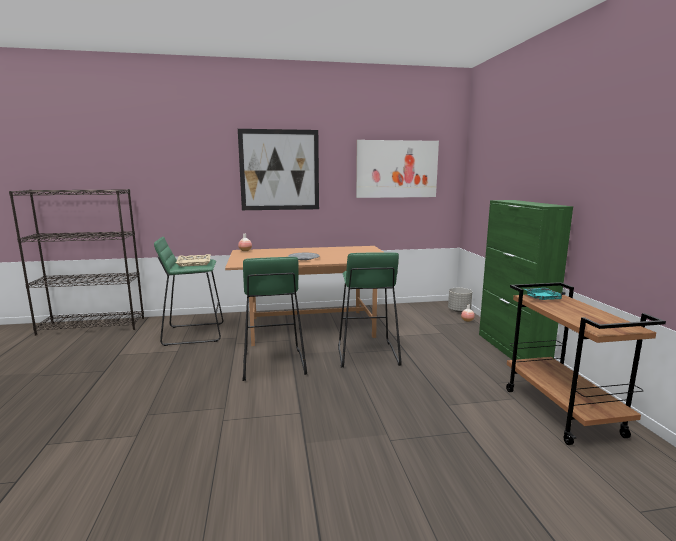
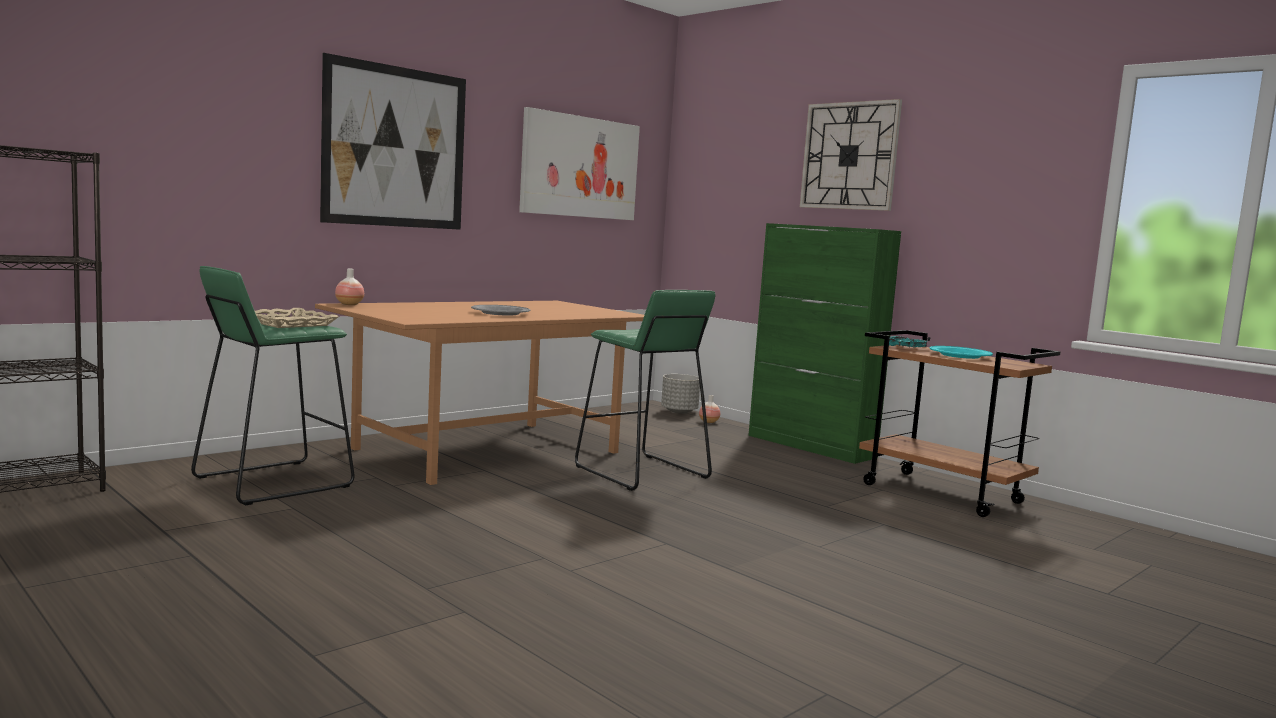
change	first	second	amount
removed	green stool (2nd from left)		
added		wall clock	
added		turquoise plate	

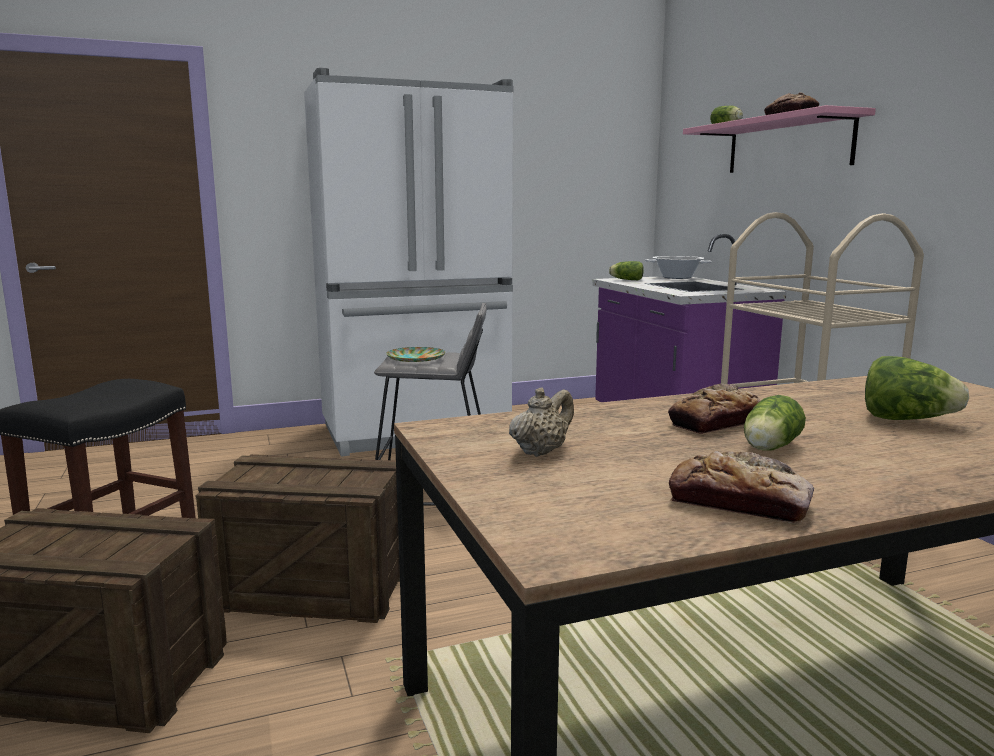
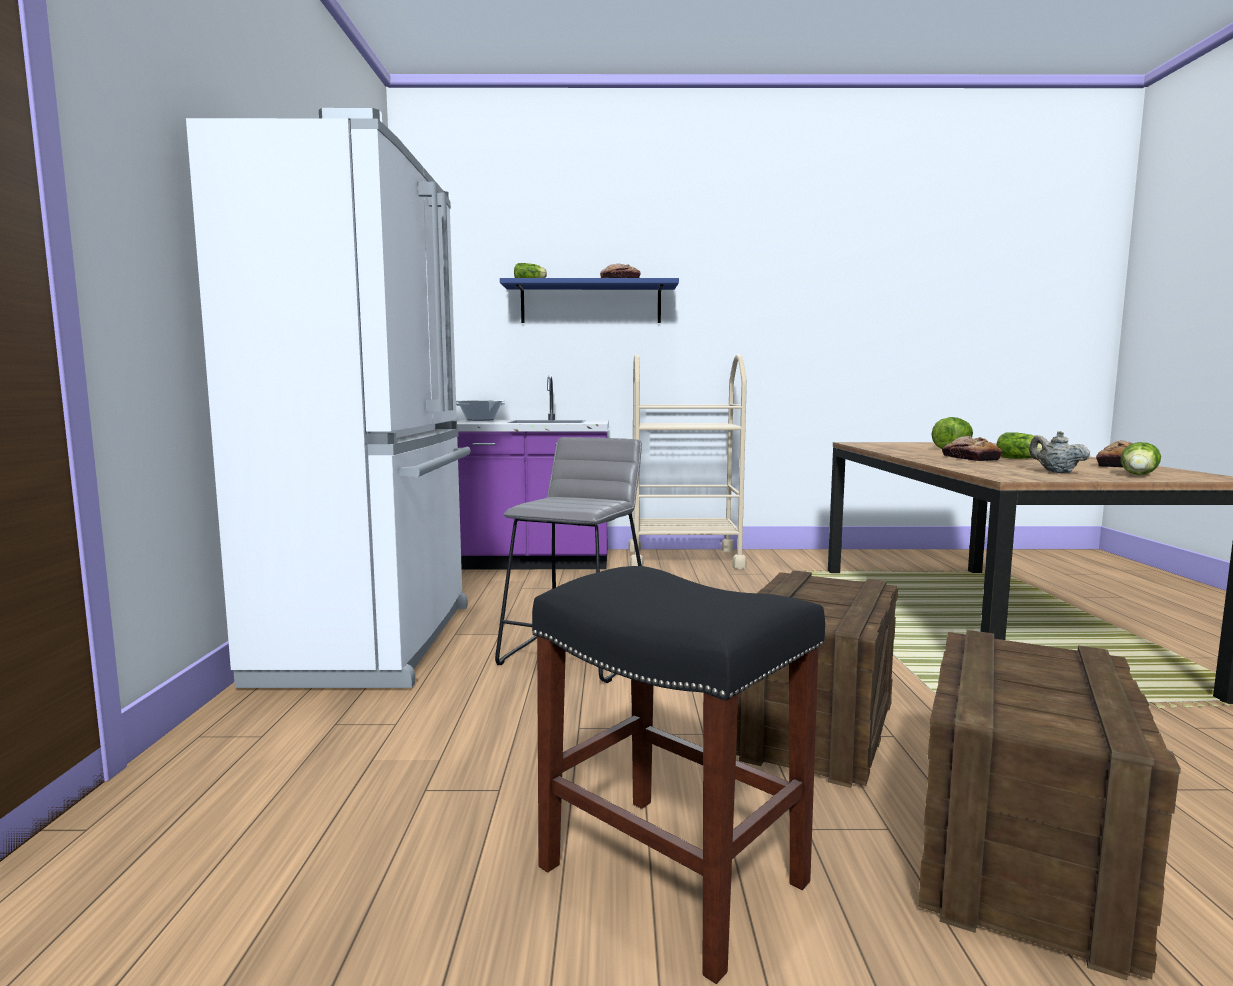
change	first	second	amount
removed	plate		
moved	lettuce (1st from left in the first image)	lettuce (4th from left)	
recoloured	pink shelf	blue shelf	

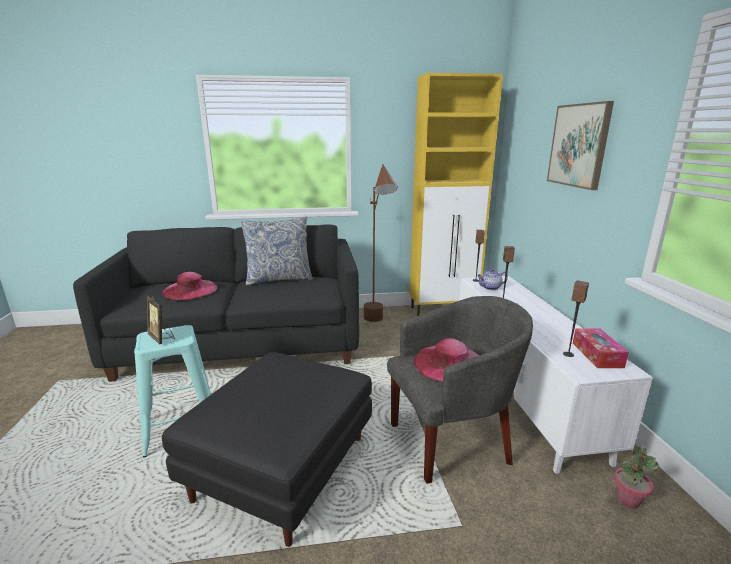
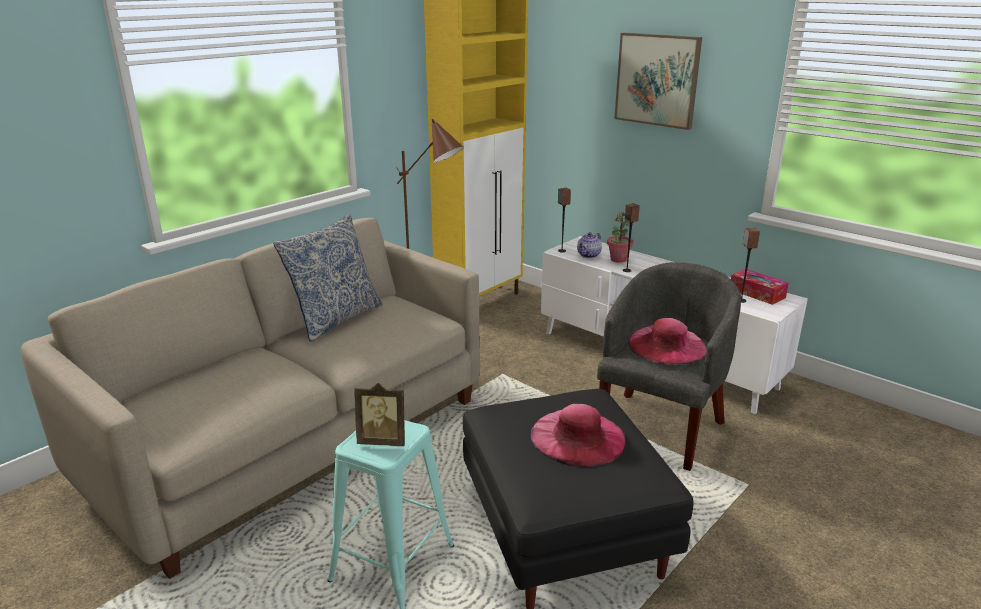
change	first	second	amount
recoloured	black sofa	beige sofa	
moved	pink hat (1st from left)		
moved	potted plant		

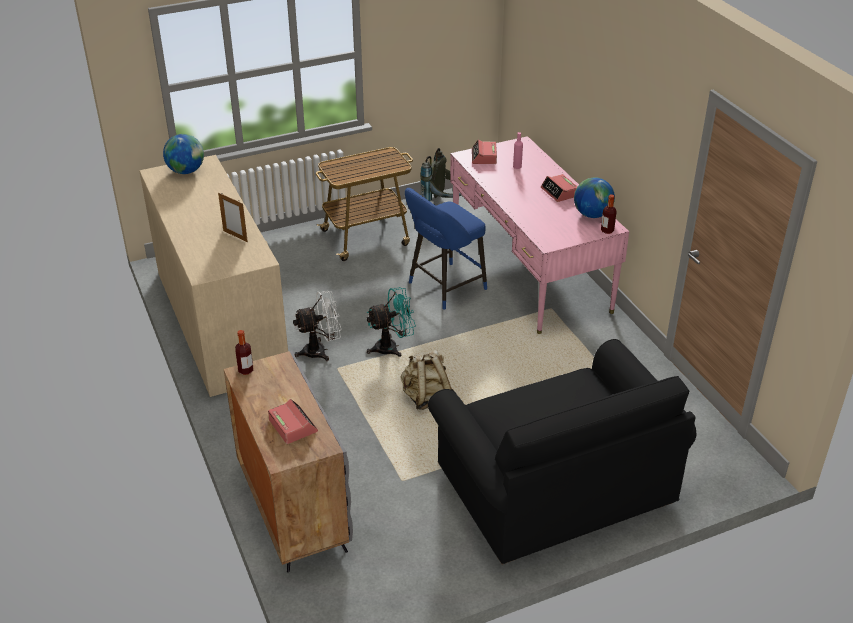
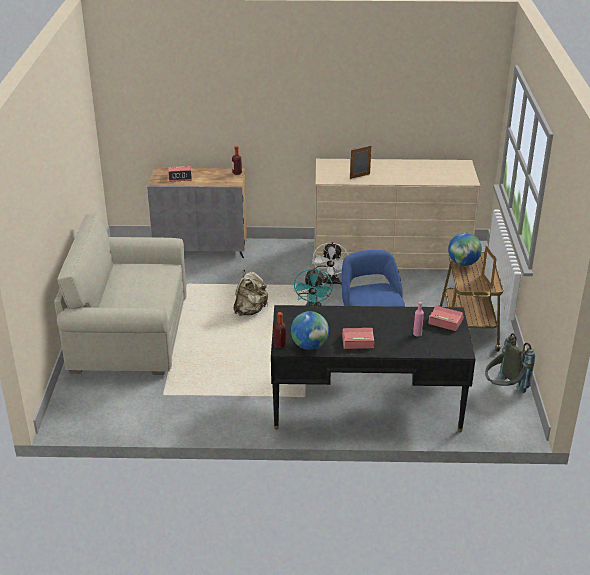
change	first	second	amount
moved	globe (1st from left in the first image)	globe (2nd from left)	
recoloured	black sofa	beige sofa	
recoloured	pink desk	black desk	
added		picture frame (2nd from left)	

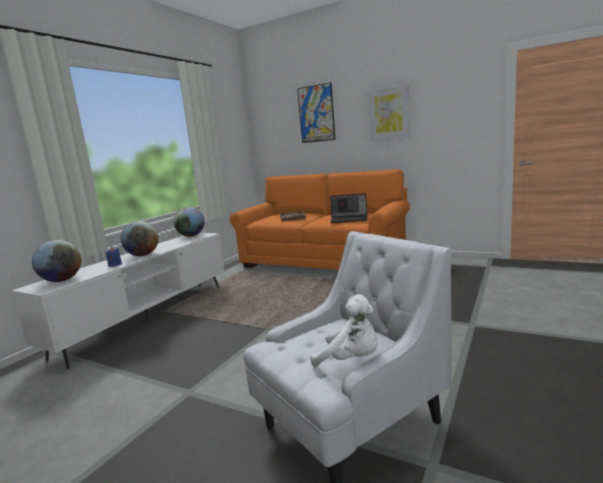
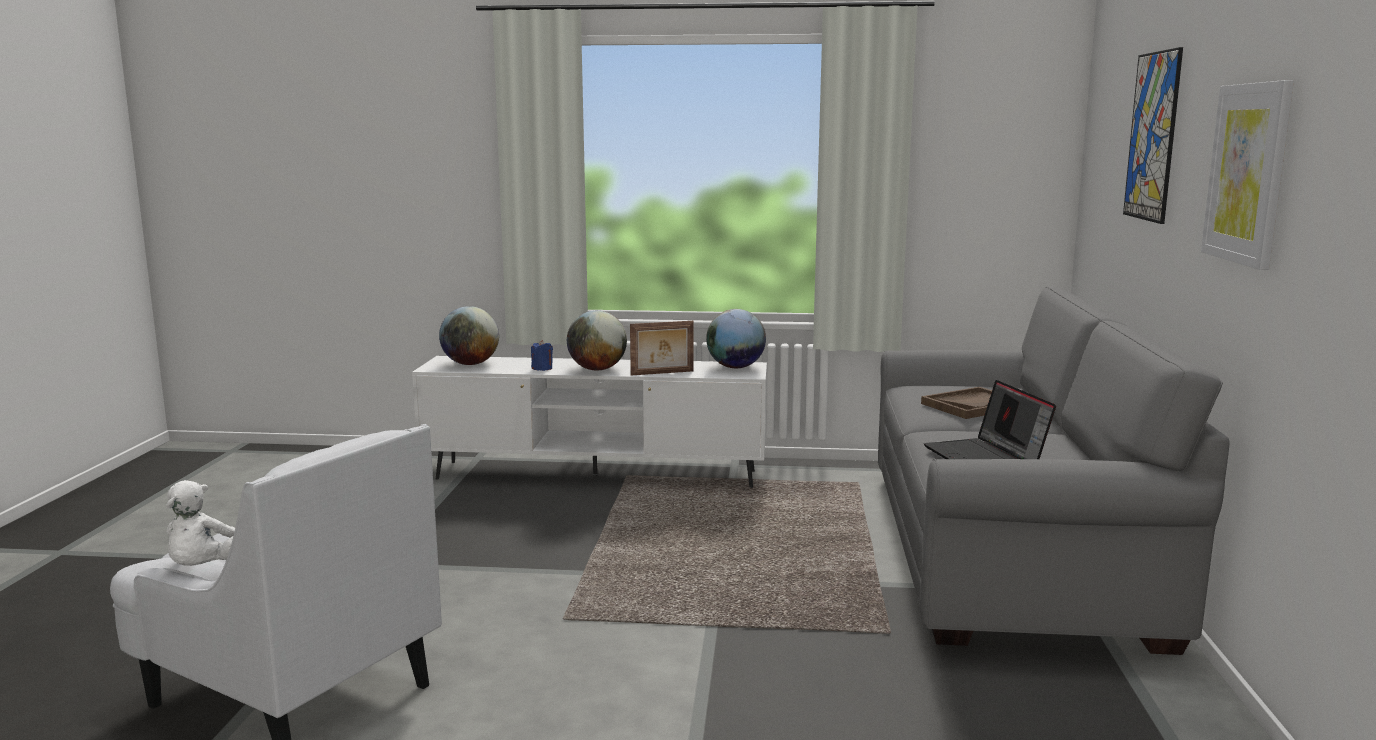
change	first	second	amount
recoloured	orange sofa	grey sofa	
added		picture frame	

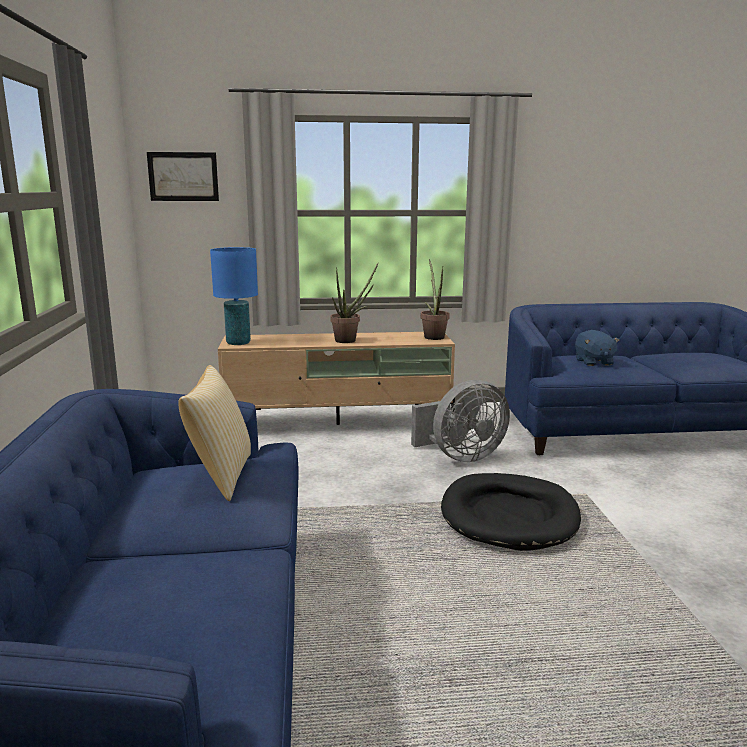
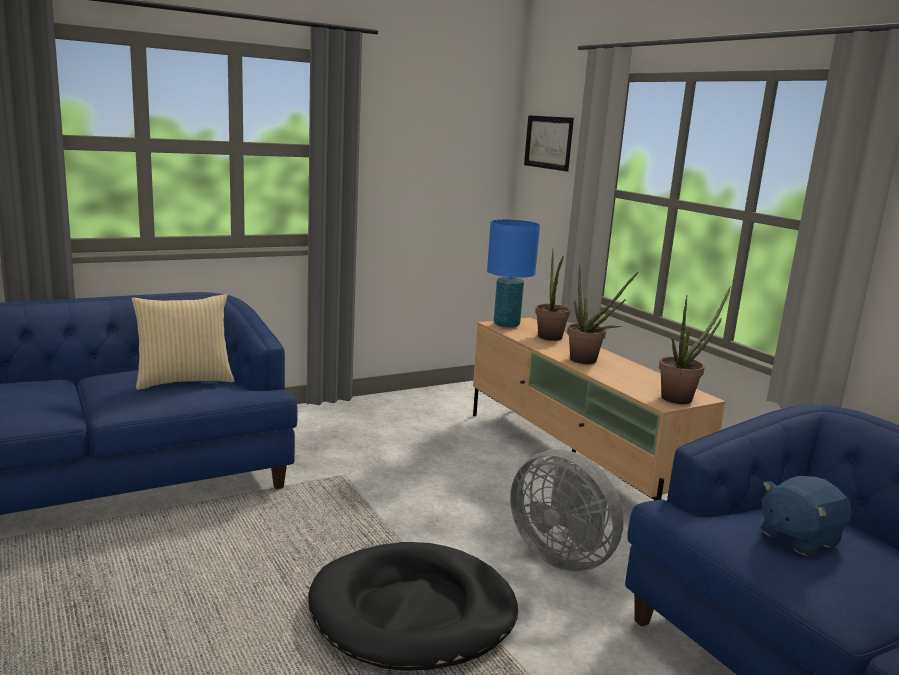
change	first	second	amount
added		potted plant (1st from left)	

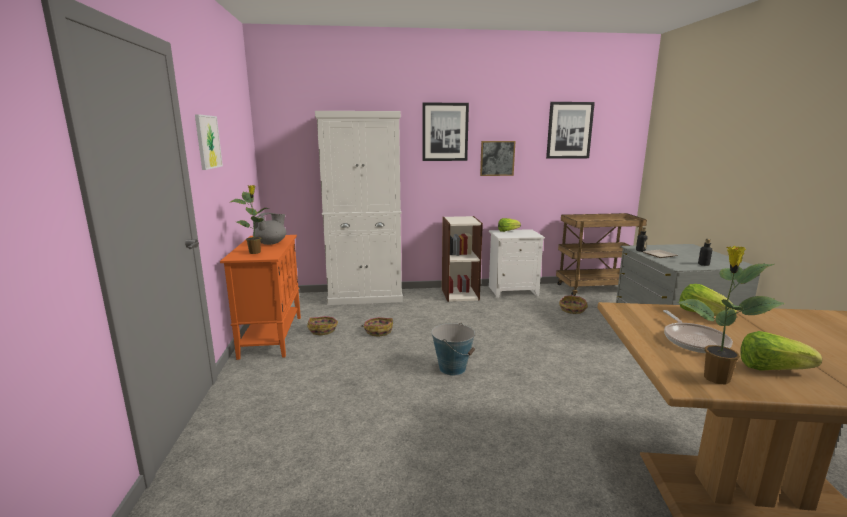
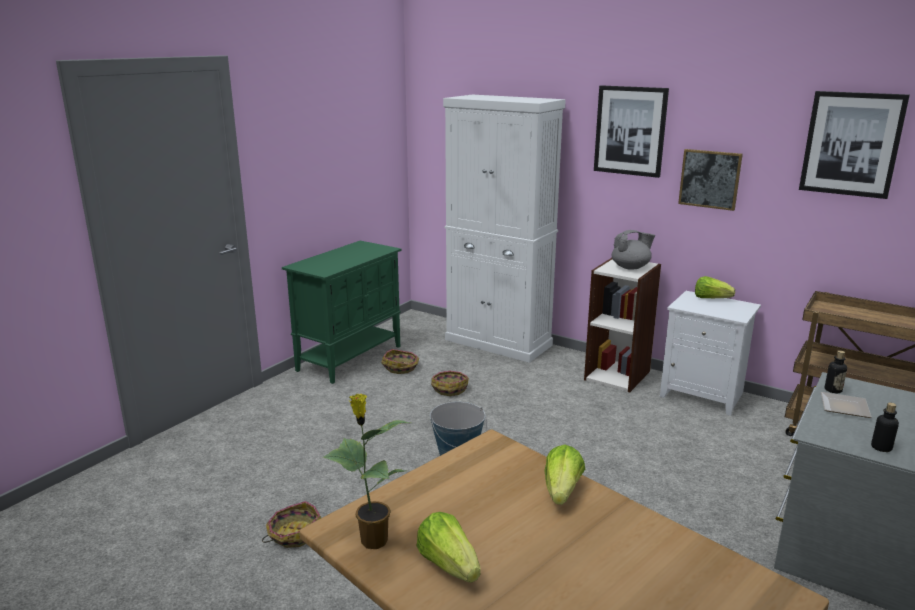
change	first	second	amount
removed	picture (1st from left)		
recoloured	orange cabinet	green cabinet	
removed	potted plant (1st from left)		
moved	grey teapot		
moved	basket (3rd from left in the first image)	basket (1st from left)	
removed	frying pan		

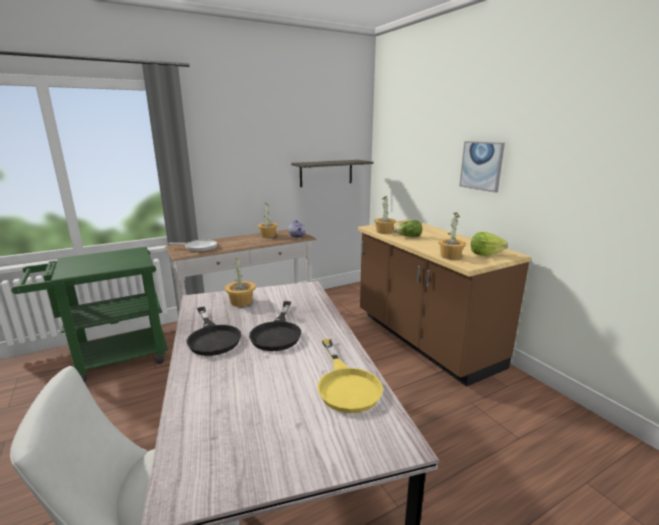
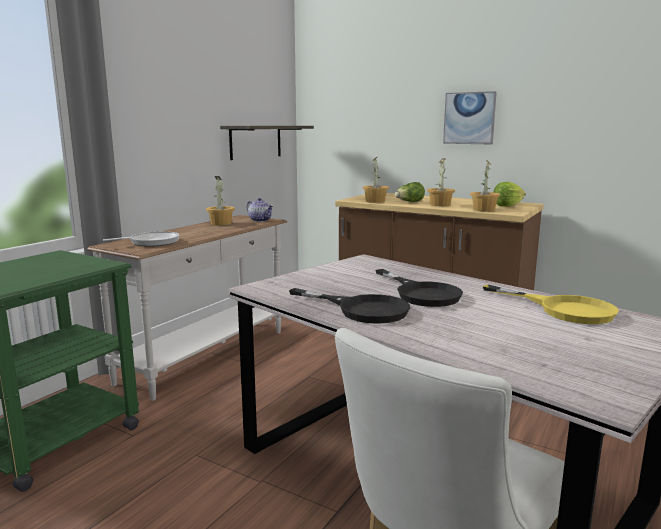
change	first	second	amount
moved	potted plant (1st from left in the first image)	potted plant (3rd from left)	

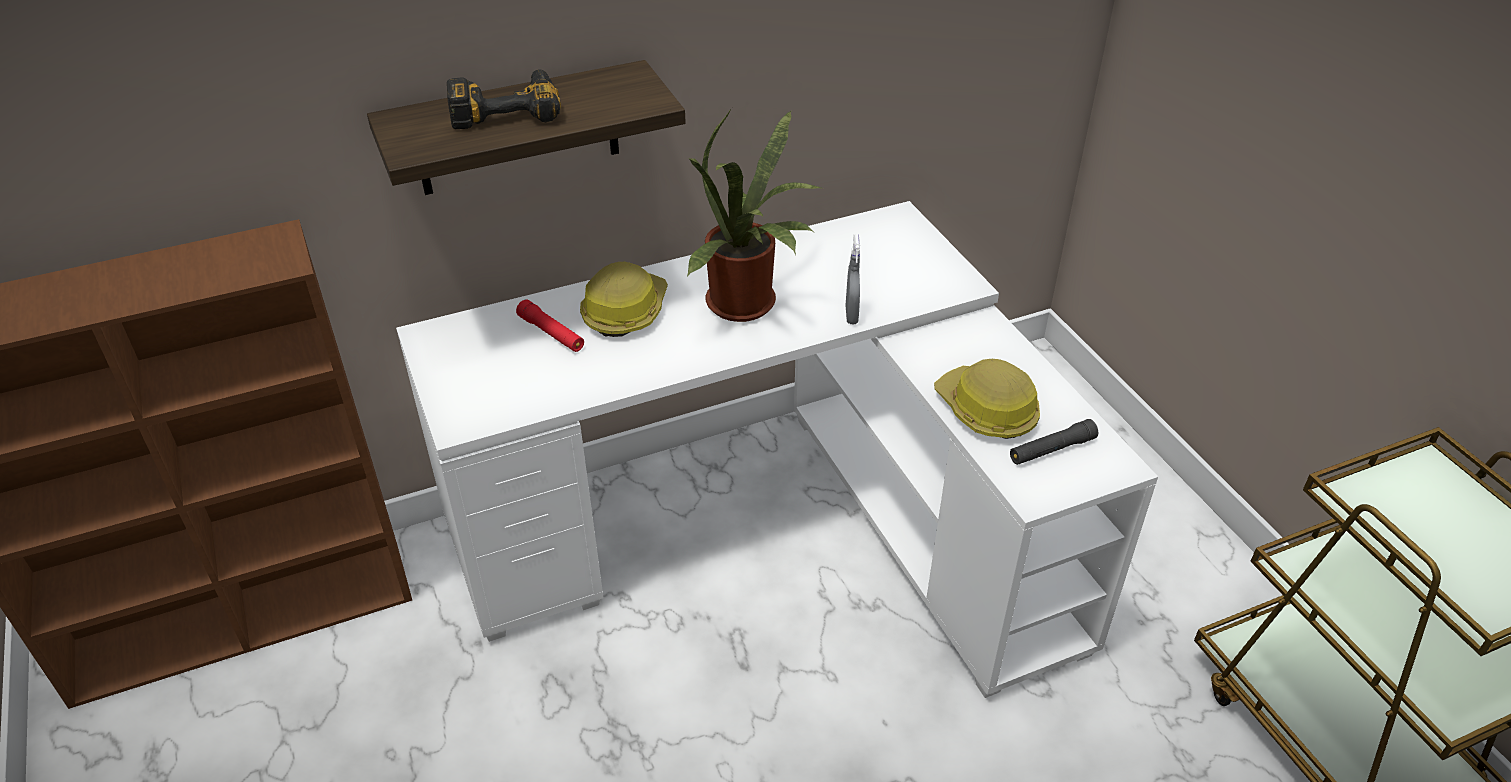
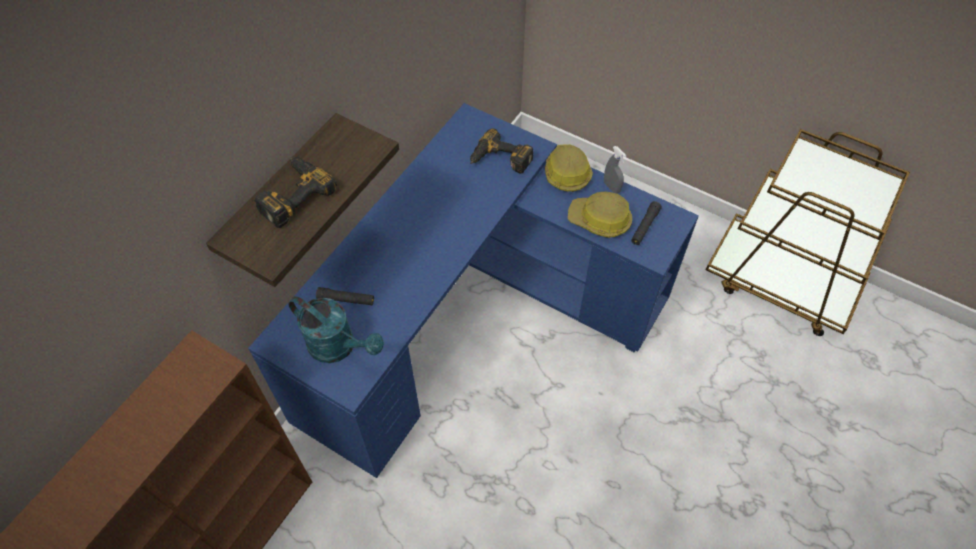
change	first	second	amount
recoloured	white desk	blue desk	
recoloured	red flashlight	black flashlight (1st from left)	
moved	hard hat (1st from left)		
removed	potted plant		
moved	grey spray bottle		
added		turquoise watering can	
added		power drill (2nd from left)	

